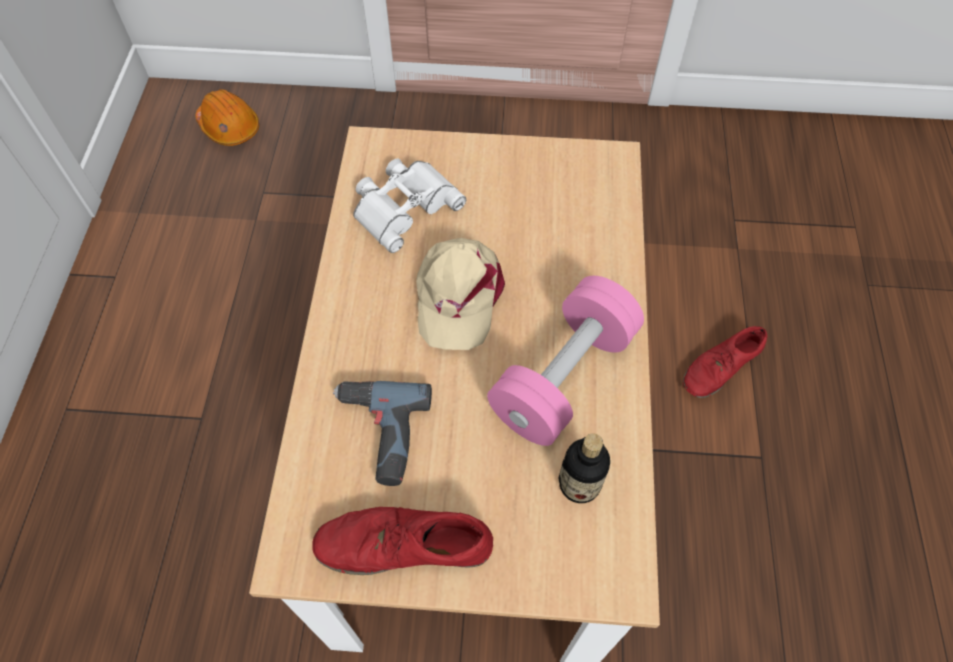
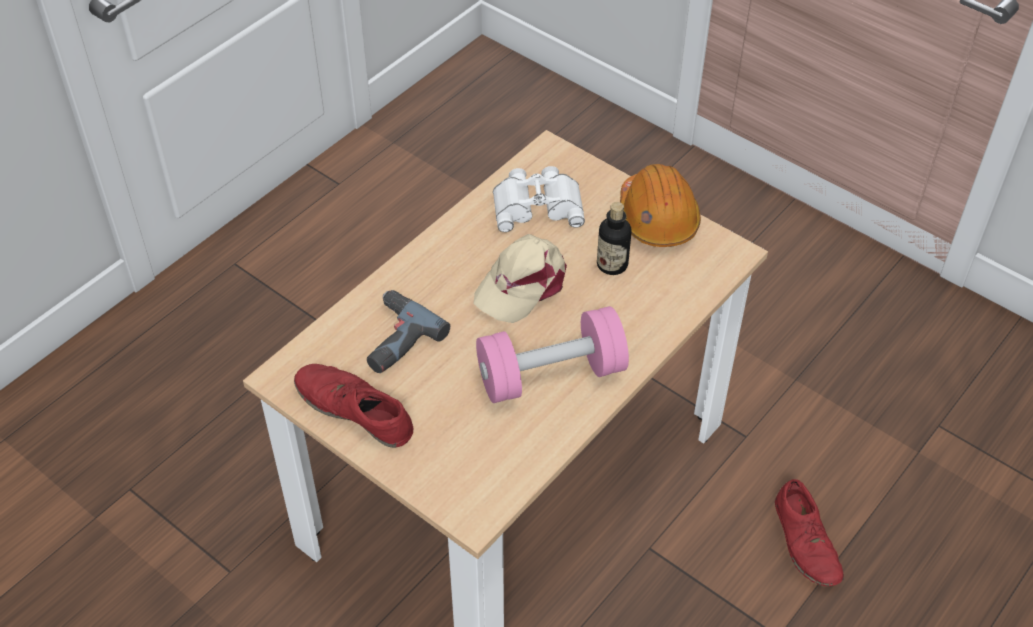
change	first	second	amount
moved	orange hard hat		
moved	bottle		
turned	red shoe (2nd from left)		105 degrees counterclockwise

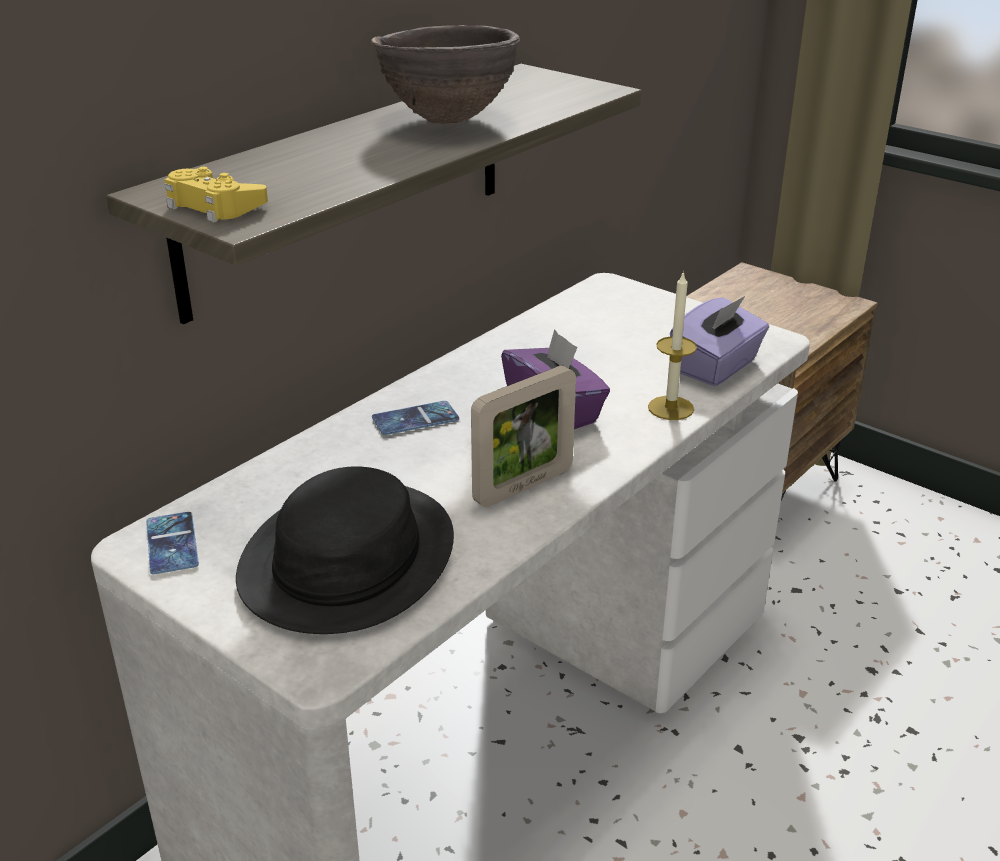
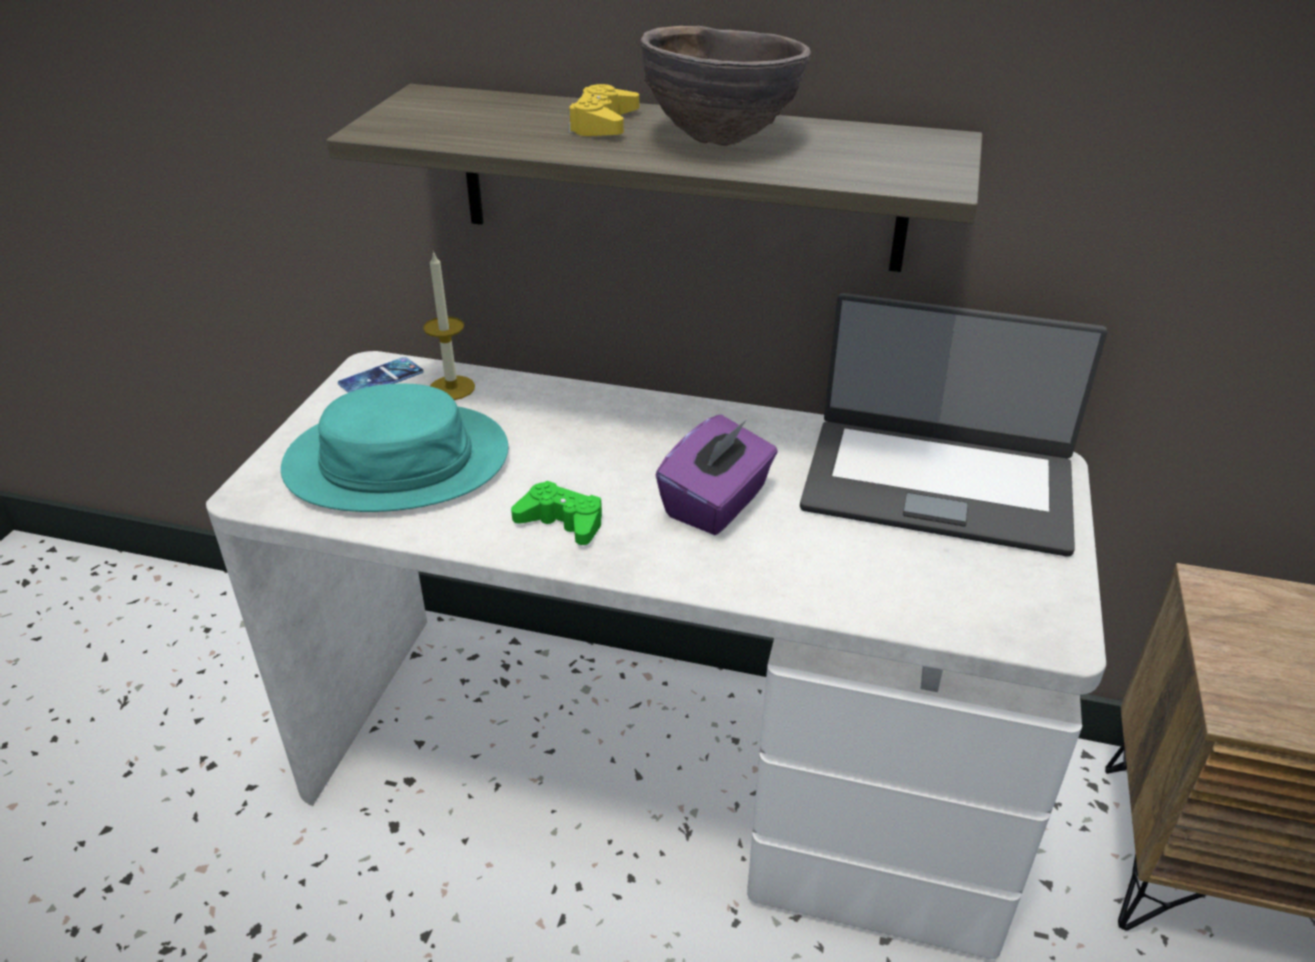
change	first	second	amount
moved	yellow game controller		
recoloured	black hat	turquoise hat	
removed	phone (2nd from left)		
replaced	picture frame	green game controller	
moved	candle		
removed	purple tissue box (2nd from left)		
added		laptop	

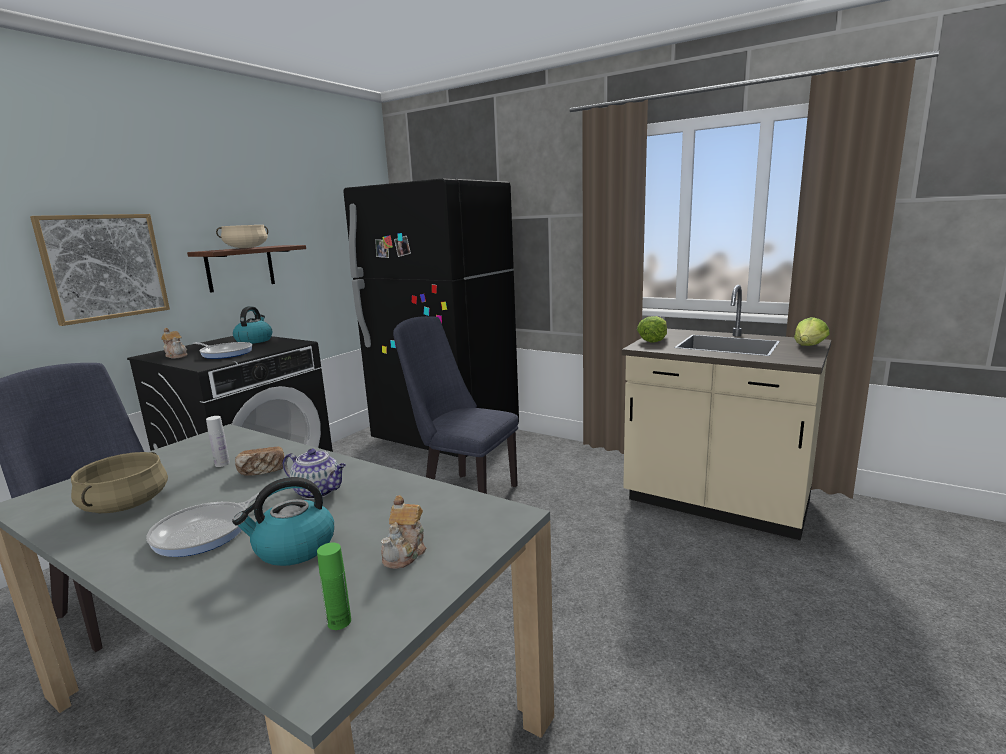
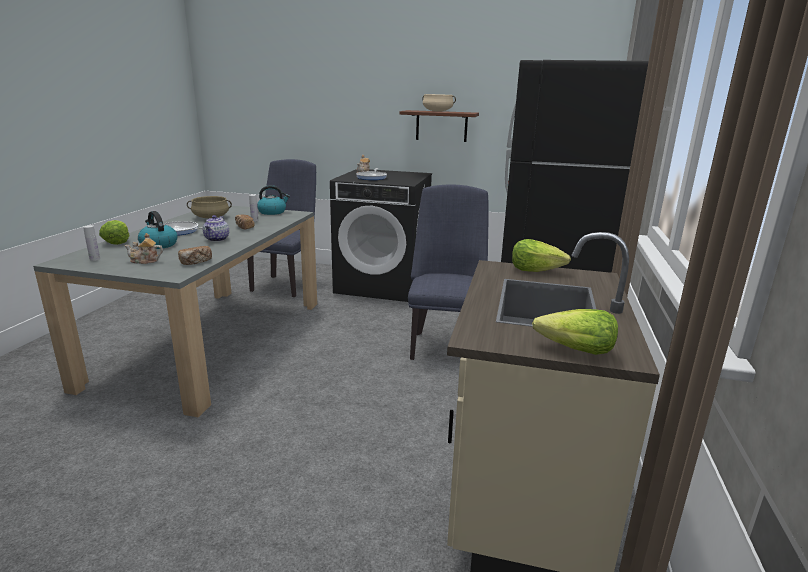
change	first	second	amount
removed	picture		
moved	kettle (1st from left in the first image)	kettle (2nd from left)	
recoloured	green bottle	white bottle (1st from left)	
added		lettuce (1st from left)	
added		bread (1st from left)	

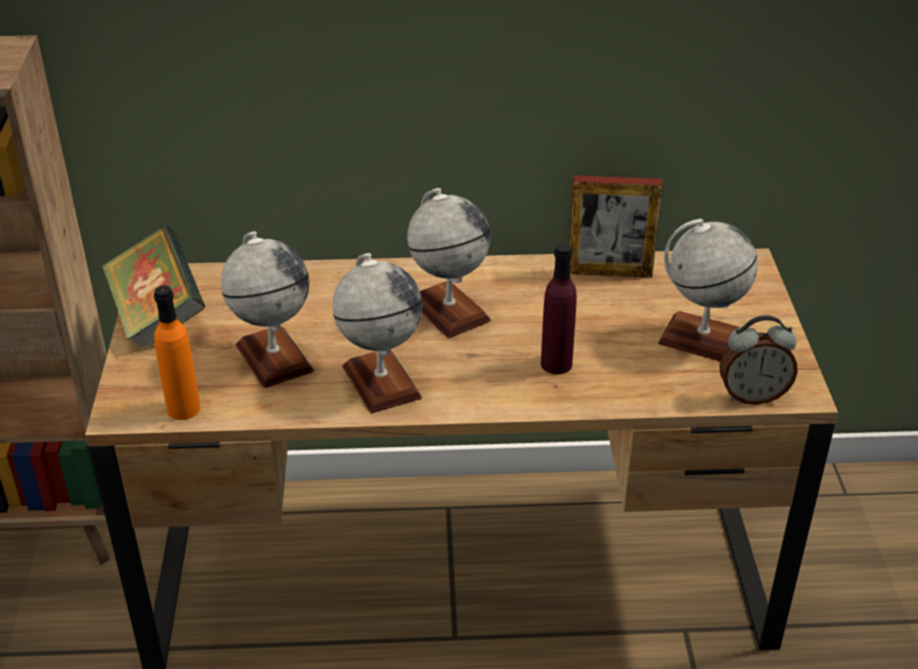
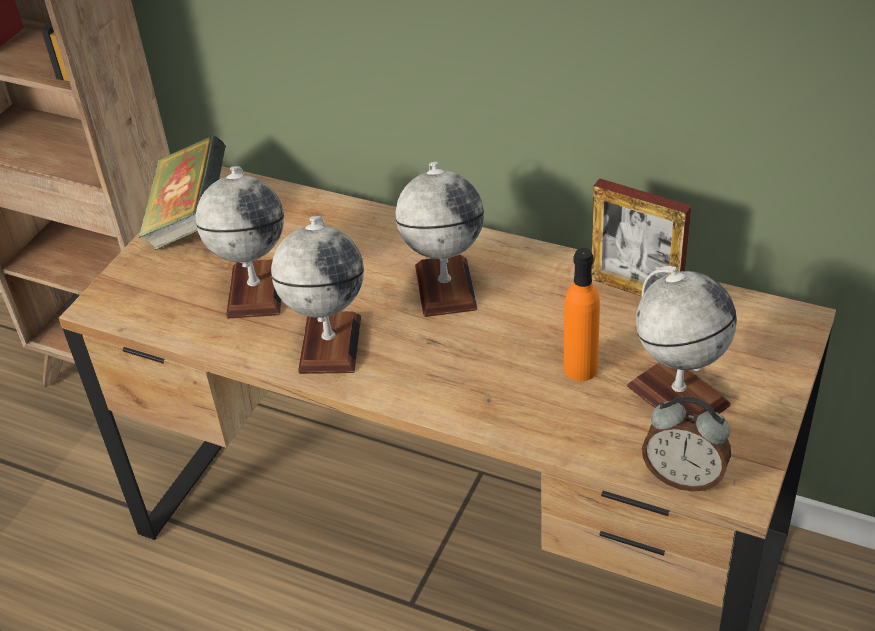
change	first	second	amount
moved	orange bottle		
removed	purple bottle		

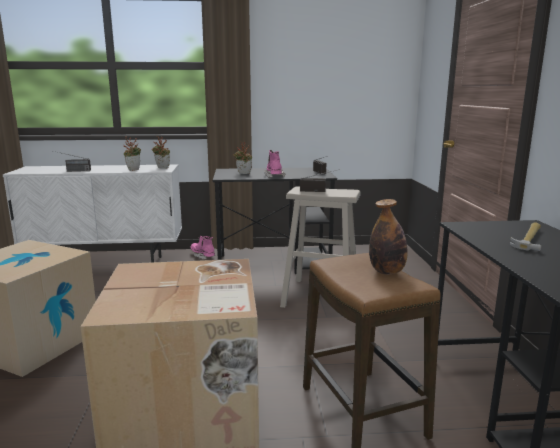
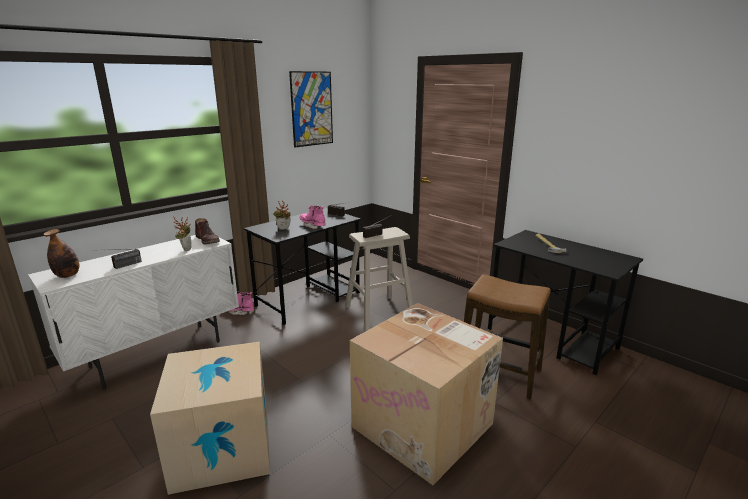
change	first	second	amount
replaced	potted plant (2nd from left)	brown boot	
moved	bottle		
added		picture	

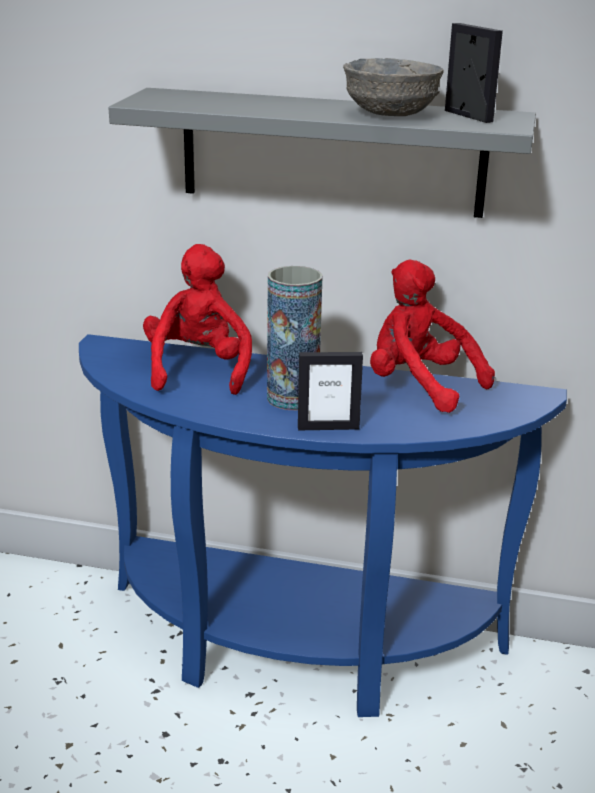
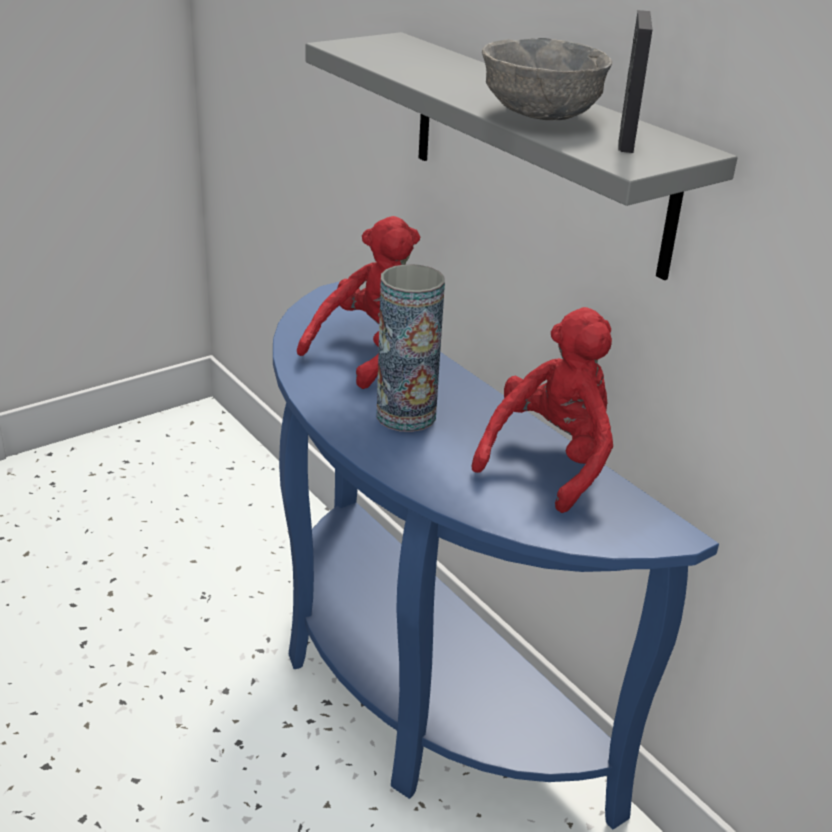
change	first	second	amount
removed	picture frame (1st from left)		
turned	red plush toy (2nd from left)		45 degrees clockwise

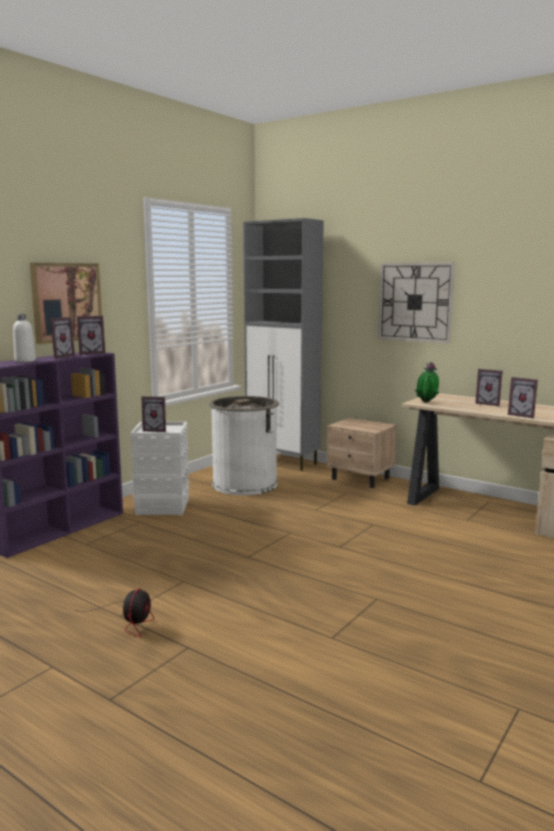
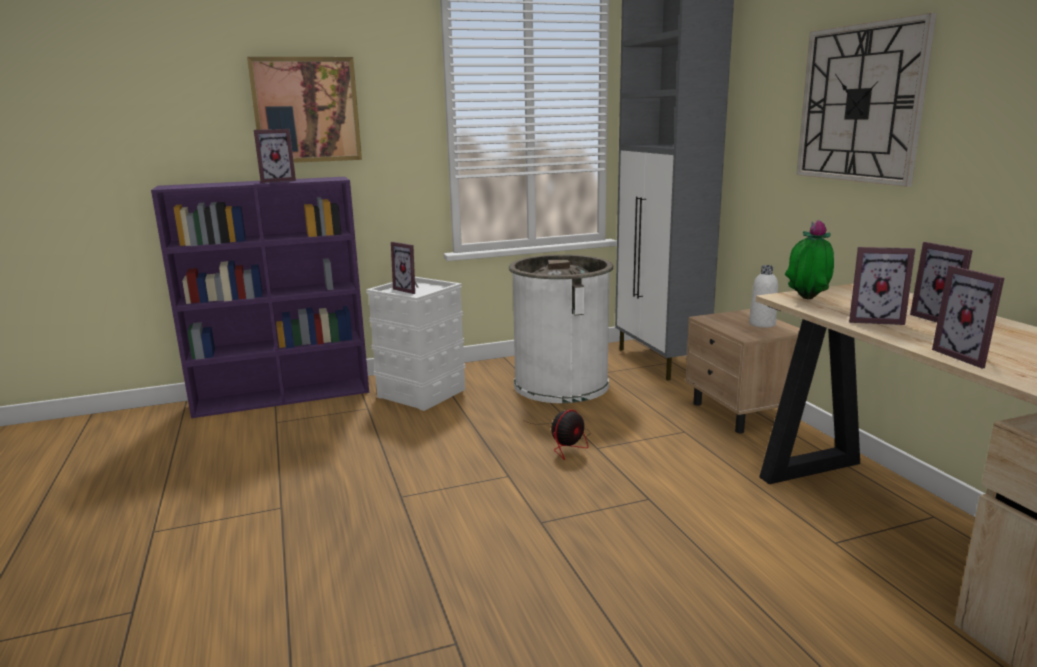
change	first	second	amount
moved	white bottle		
moved	fan		
moved	picture frame (2nd from left in the first image)	picture frame (3rd from left)	

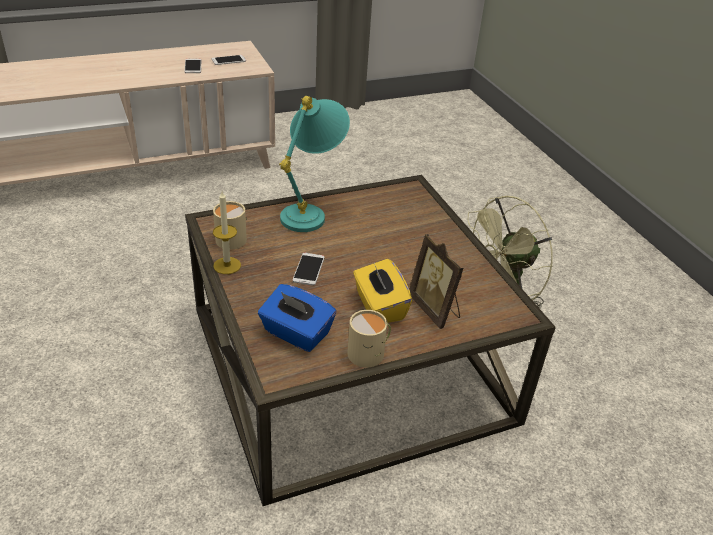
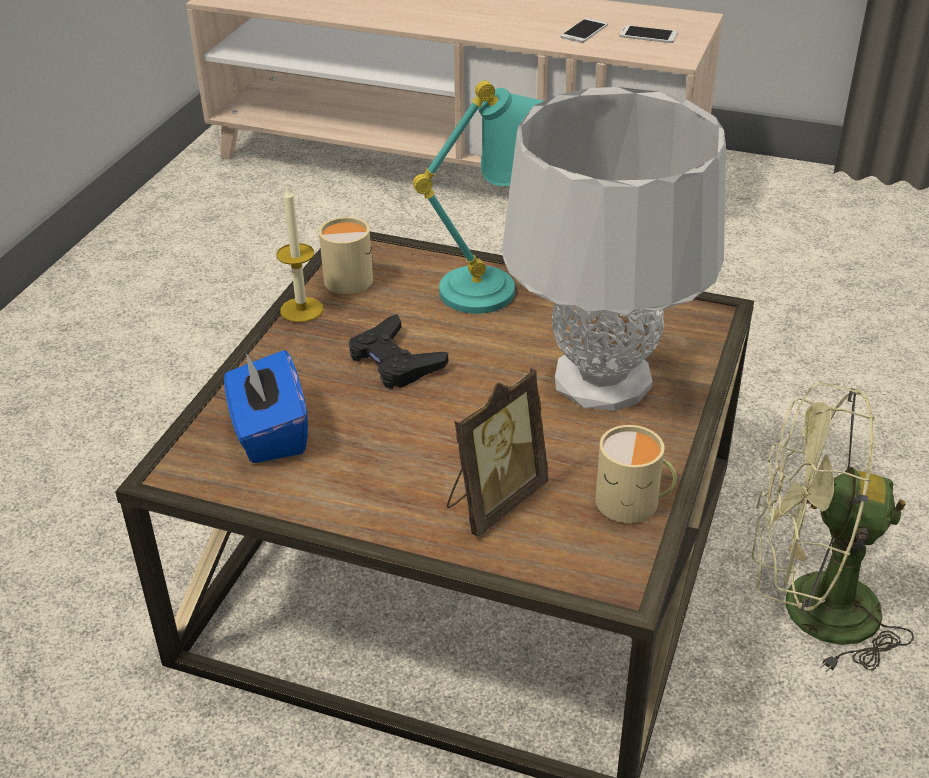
change	first	second	amount
replaced	phone (3rd from left)	black game controller	
moved	beige mug (2nd from left)		
removed	yellow tissue box		
turned	picture frame		150 degrees counterclockwise
added		grey table lamp	

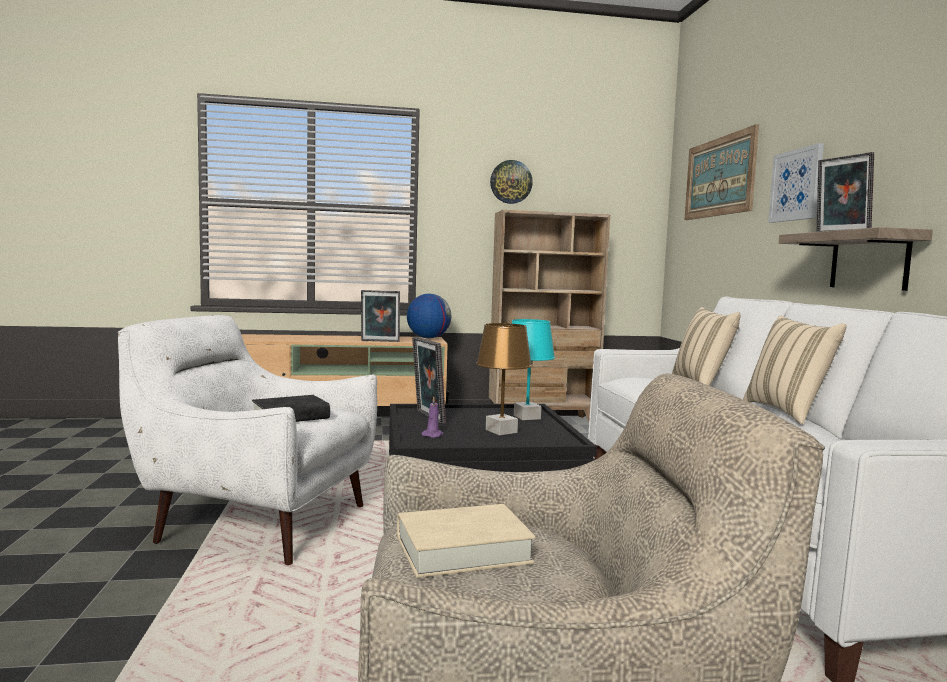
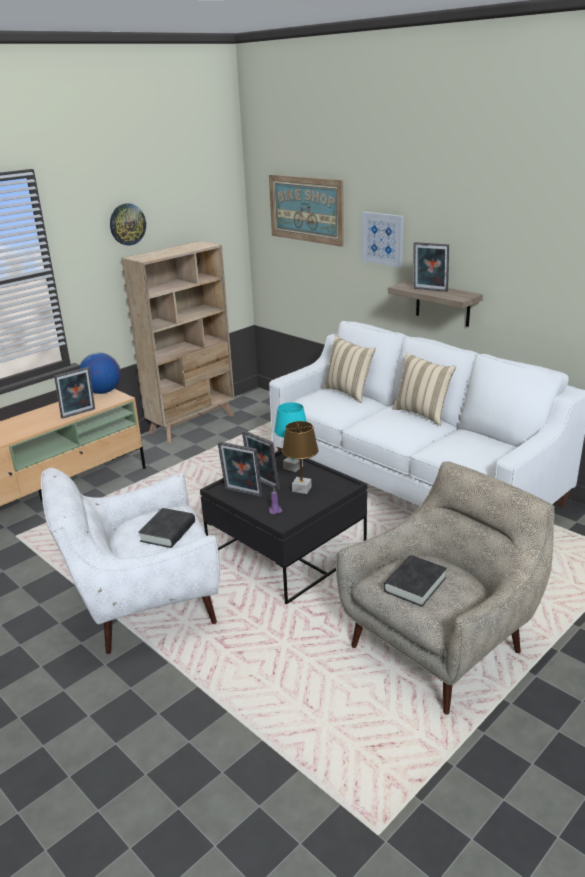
change	first	second	amount
recoloured	beige book	black book (2nd from left)	
added		picture frame (3rd from left)	

